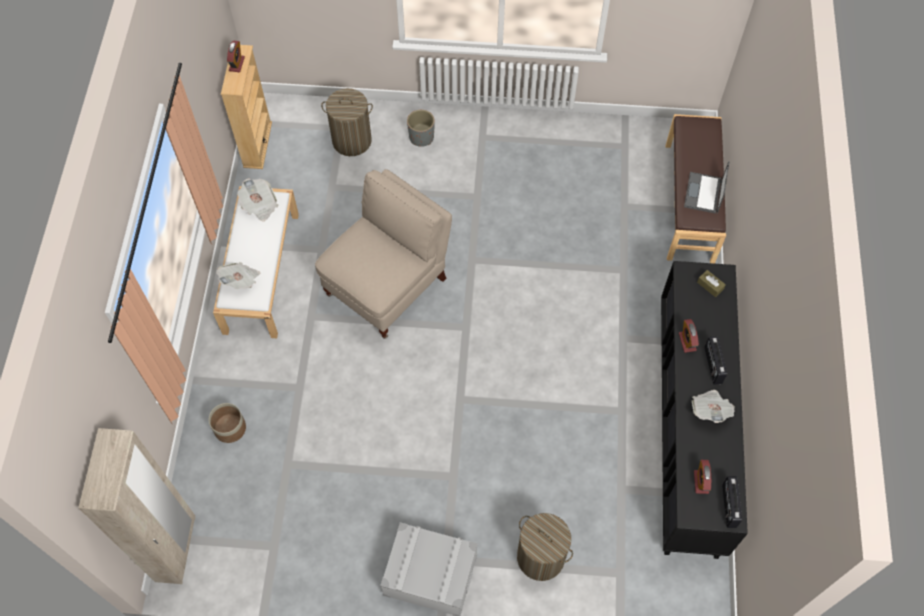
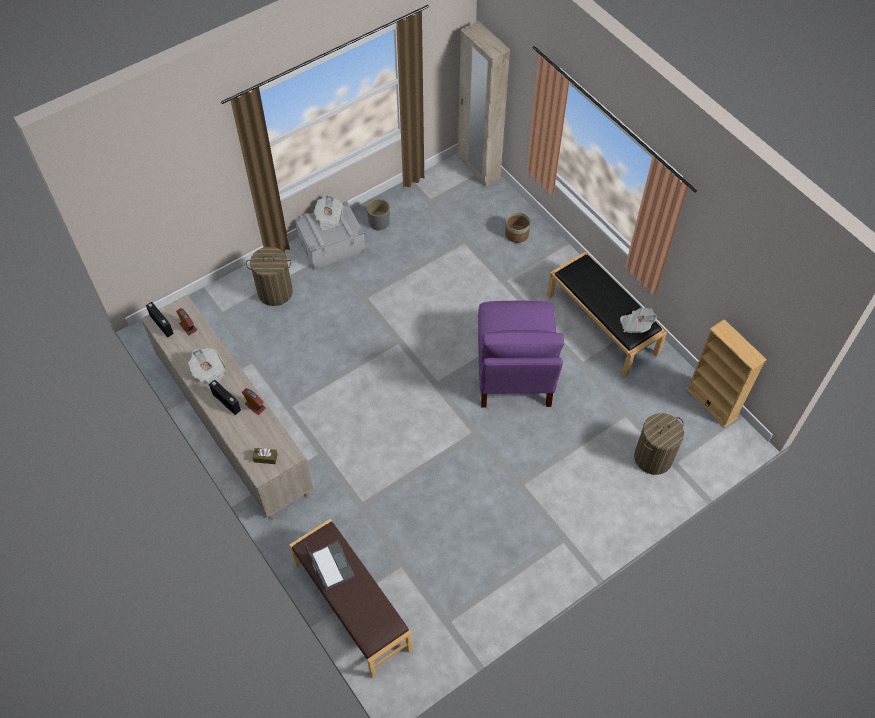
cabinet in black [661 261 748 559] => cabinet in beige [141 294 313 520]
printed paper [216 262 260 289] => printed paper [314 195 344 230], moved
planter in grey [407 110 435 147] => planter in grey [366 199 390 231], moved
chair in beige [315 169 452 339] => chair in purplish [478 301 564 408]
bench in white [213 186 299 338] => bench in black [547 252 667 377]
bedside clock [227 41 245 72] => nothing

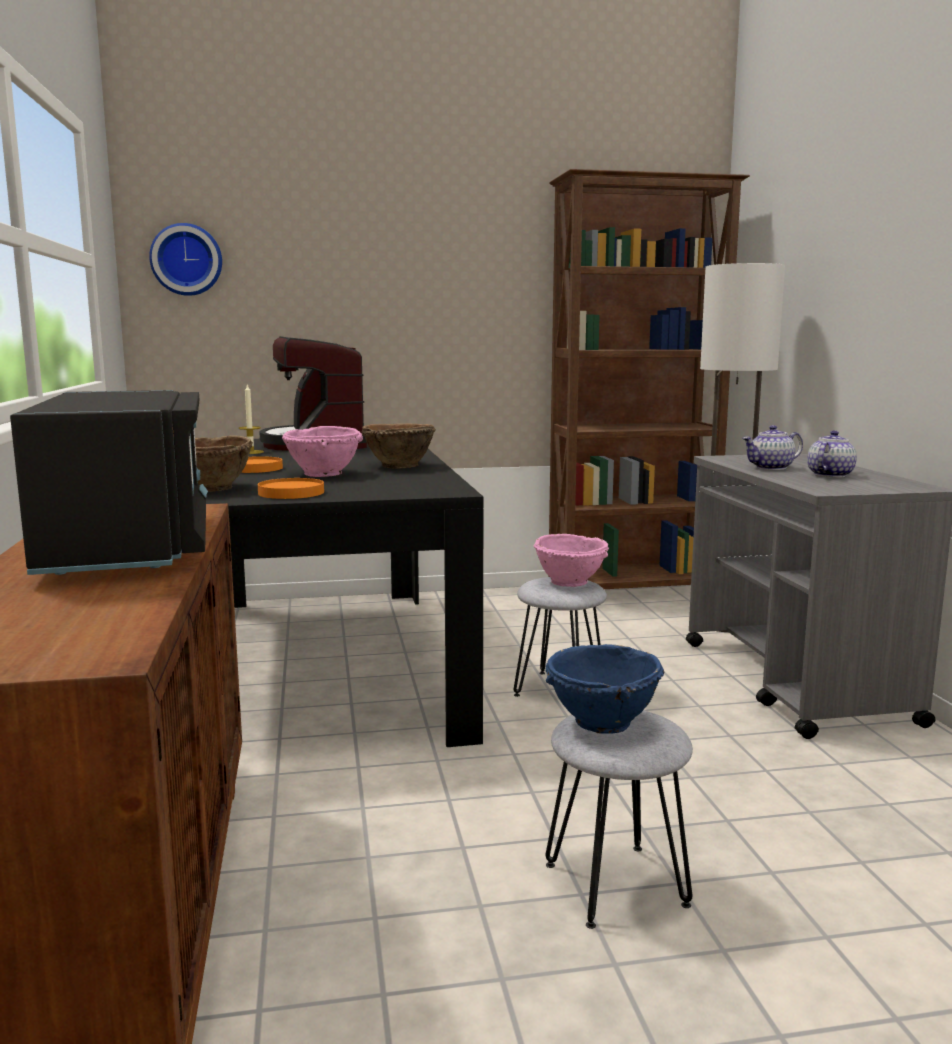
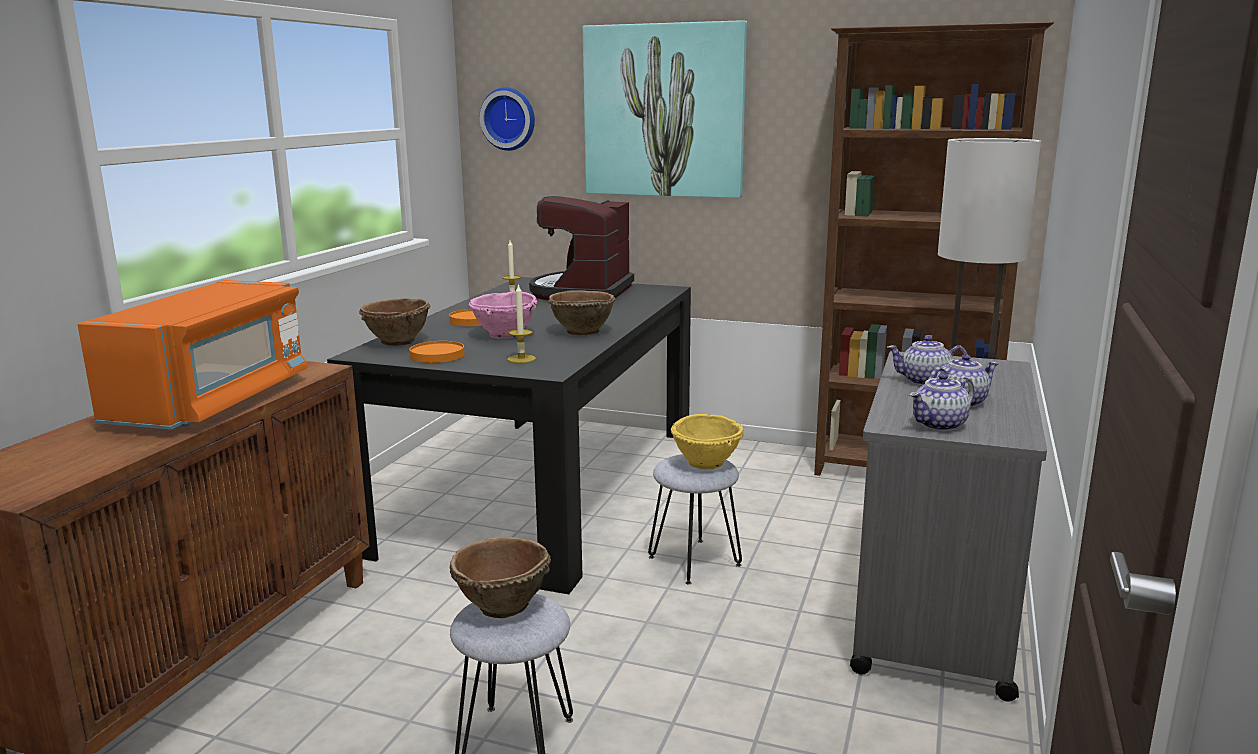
microwave oven in black [10 390 208 575] => microwave oven in orange [77 280 307 430]
bowl in bluish [546 644 665 734] => bowl in brown-coloured [450 537 551 618]
nothing => wax candle [507 283 536 363]
nothing => picture [583 20 747 198]
bowl in pink-coloured [533 534 609 587] => bowl in yellow [671 414 744 470]
nothing => teapot [909 373 974 431]

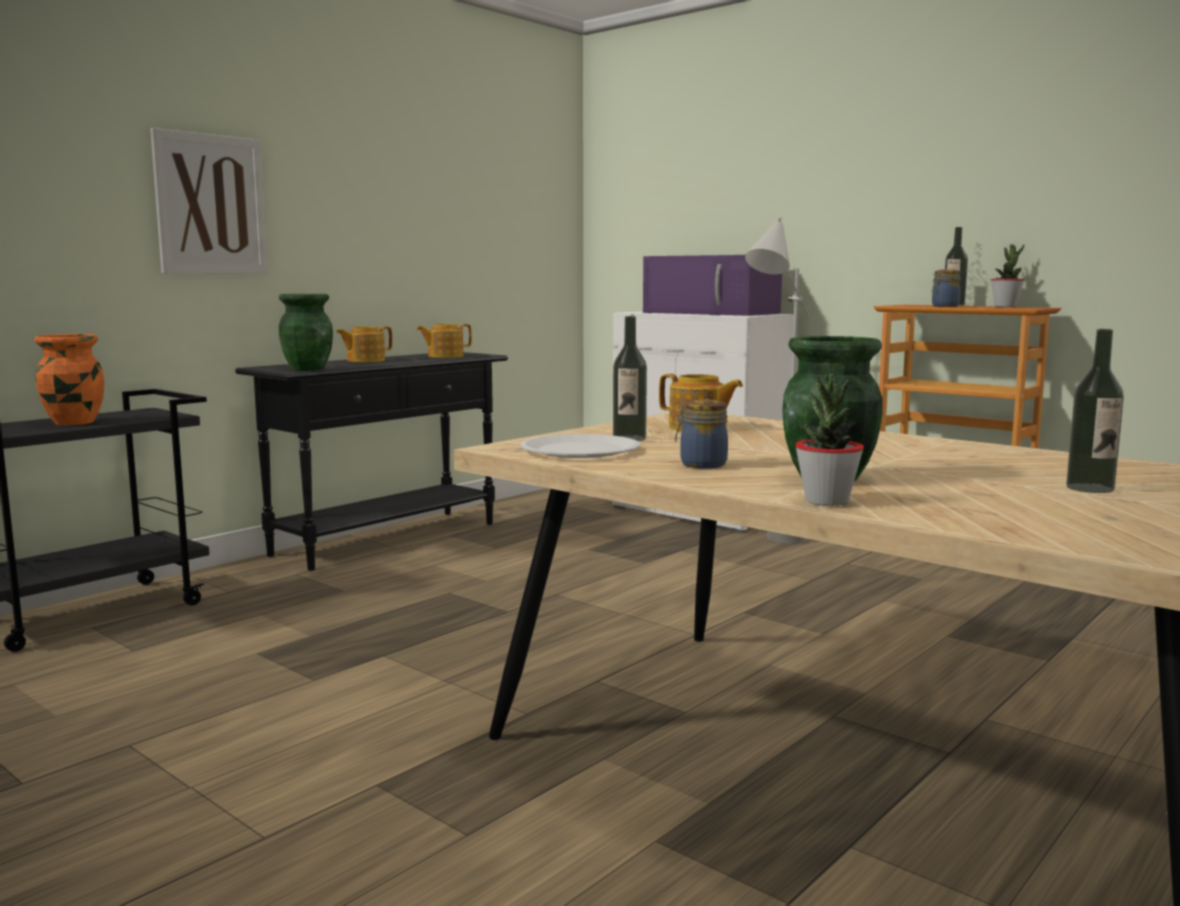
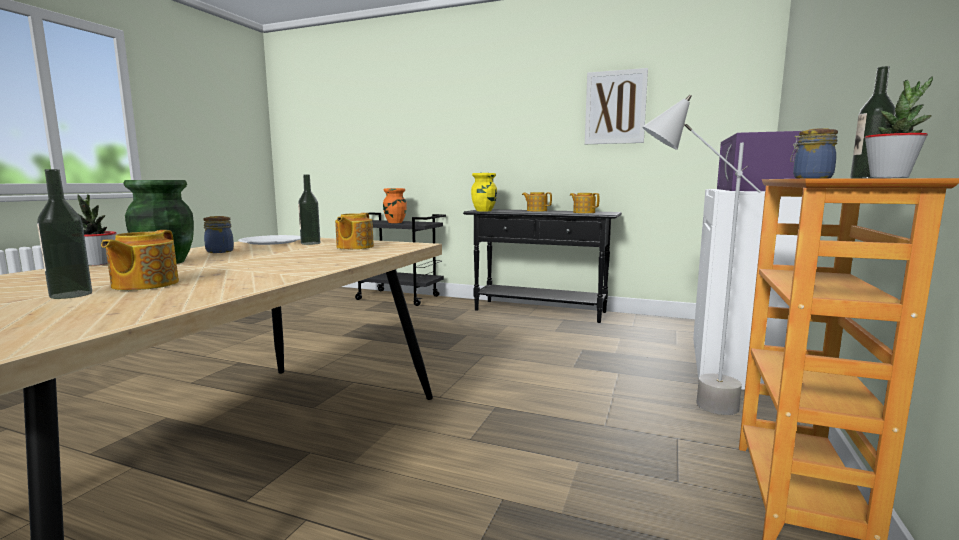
nothing => teapot [101 230 179 290]
vase in green [279 294 333 371] => vase in yellow [471 173 497 211]
picture [150 128 268 273] => picture [585 68 648 144], moved

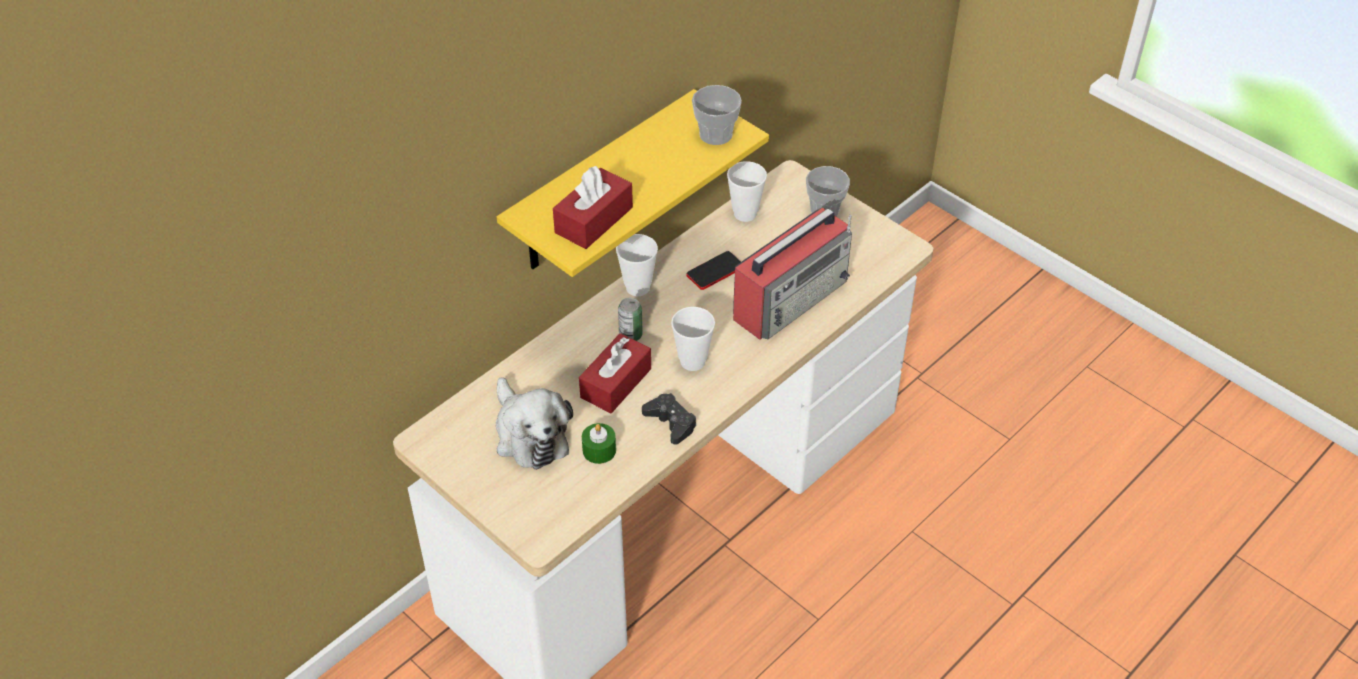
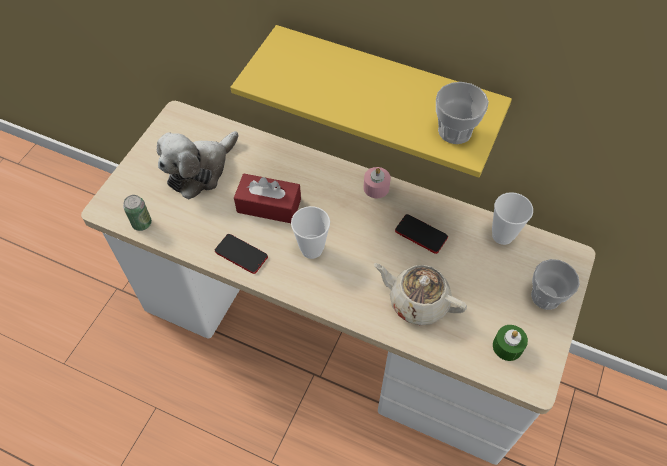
can [618 298 643 341] => can [123 195 152 231], moved
joypad in black [642 393 697 445] => handset [215 234 268 274]
drinking cup [616 234 658 296] => wax candle in pink-coloured [364 167 391 198]
radio set [733 208 852 340] => teapot in beige [374 263 467 326]
wax candle in green [582 423 616 464] => wax candle in green [493 325 528 361], moved
tissue holder in red-coloured [553 166 633 249] => nothing

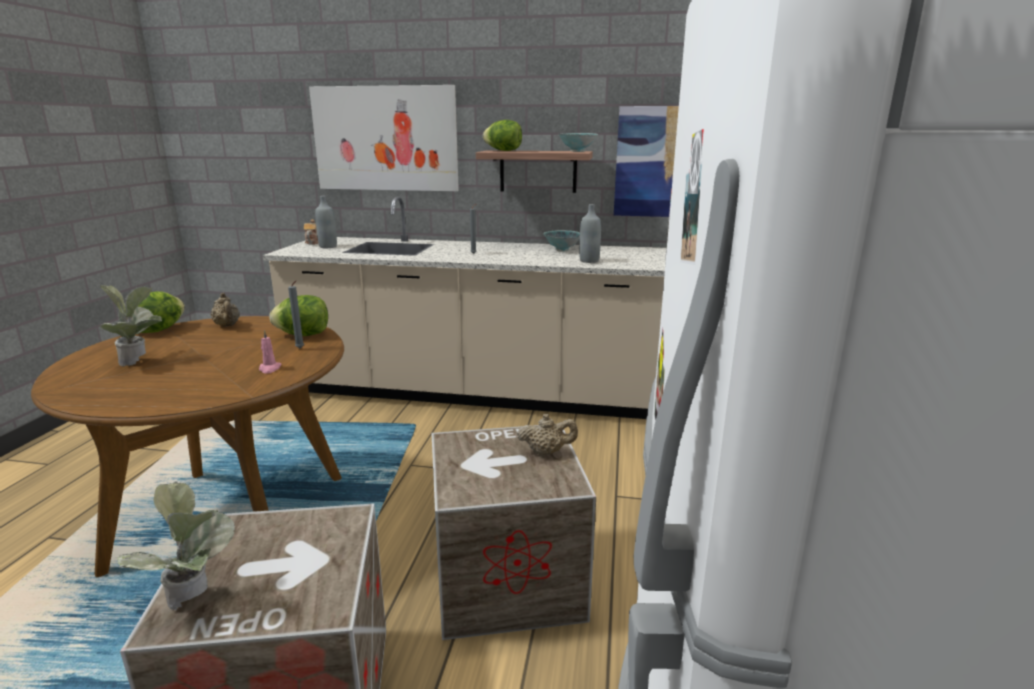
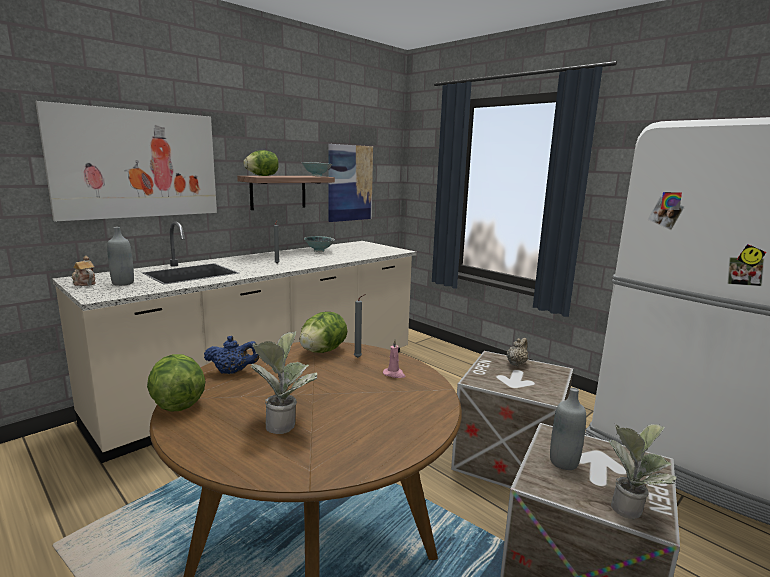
teapot in beige [210 293 240 327] => teapot in bluish [204 336 259 374]
beverage bottle in grey [579 204 601 263] => beverage bottle in grey [550 388 586 470], moved

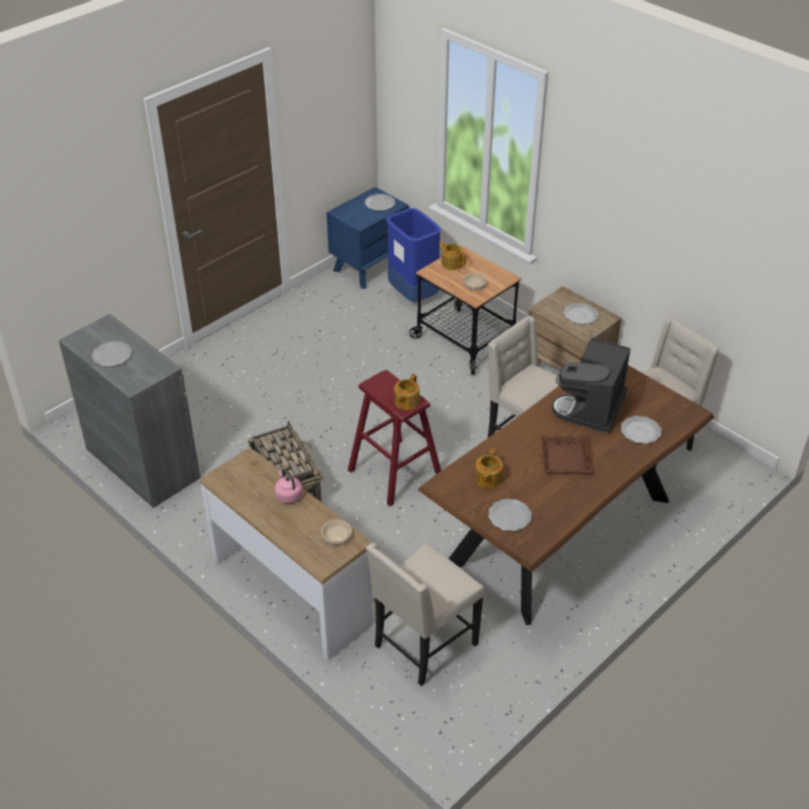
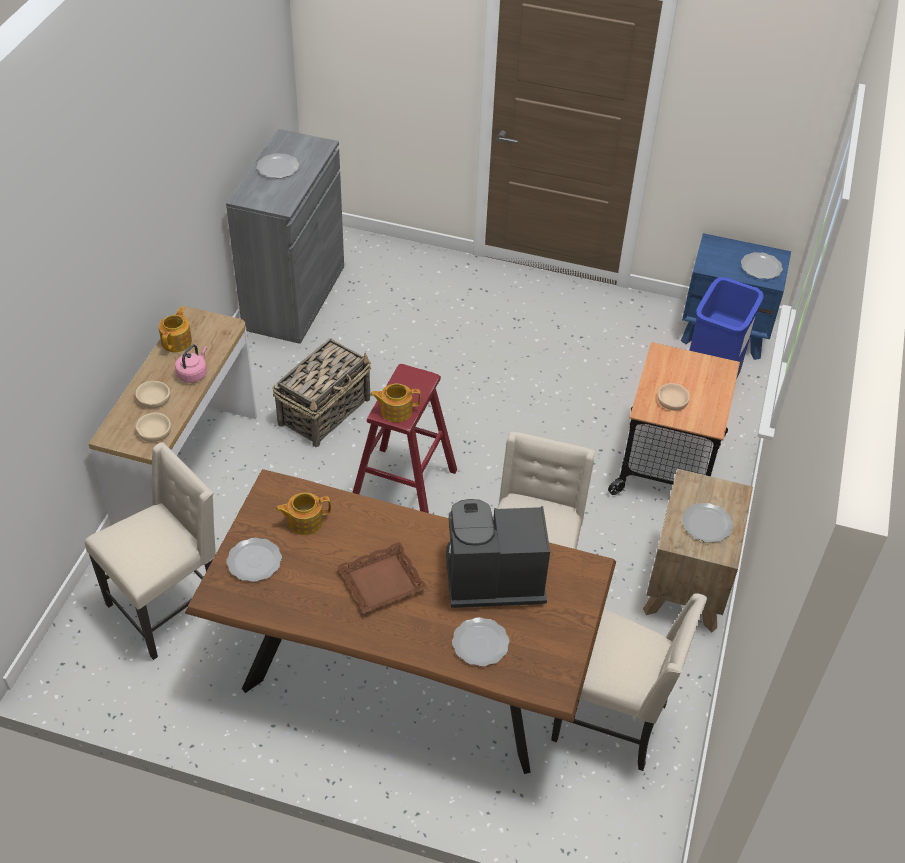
chair in beige [366 543 485 686] => chair in beige [85 442 216 660], 120 degrees clockwise
nothing => bowl in beige [135 381 170 408]
teapot [439 242 466 270] => teapot [159 307 192 352], moved

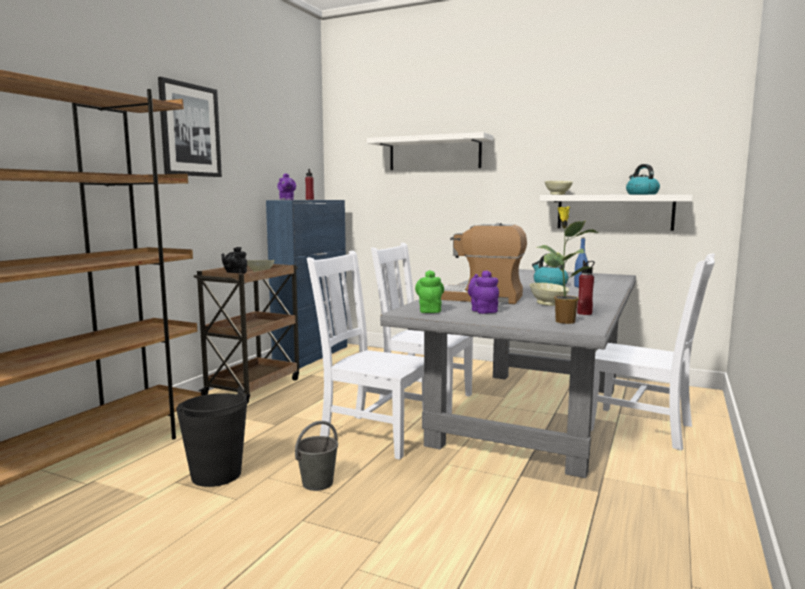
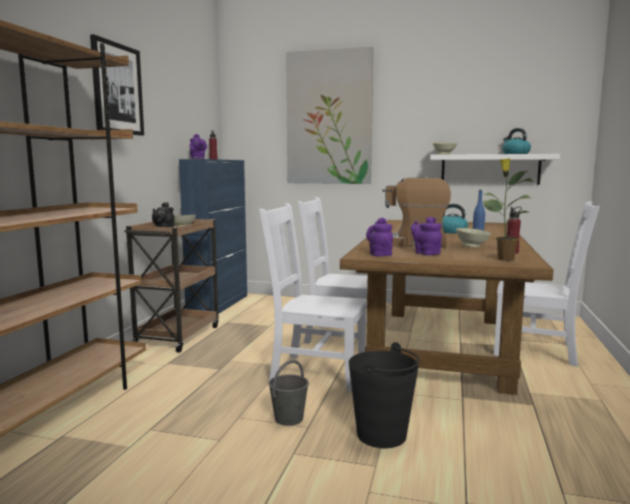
shelf in white [367 132 493 170] => picture [286 47 374 184]
dinner table in grey [380 269 636 478] => dinner table in brown-coloured [340 220 554 395]
water bucket in black [176 386 247 487] => water bucket in black [349 342 420 448], moved
teapot in green [415 270 444 313] => teapot in purplish [366 218 393 256]

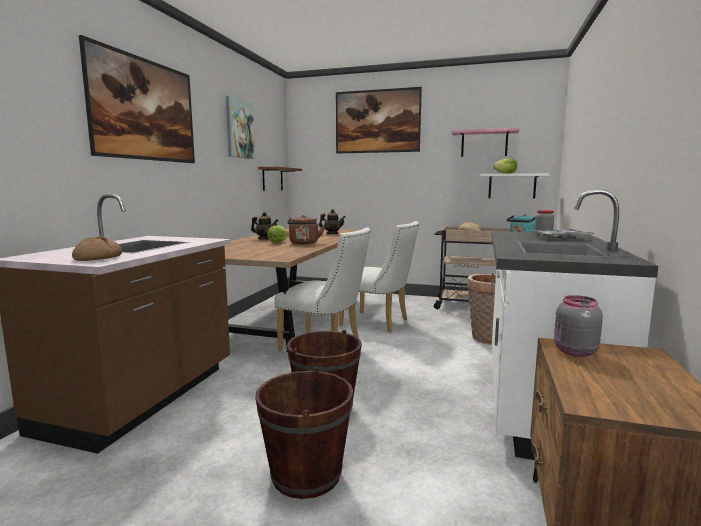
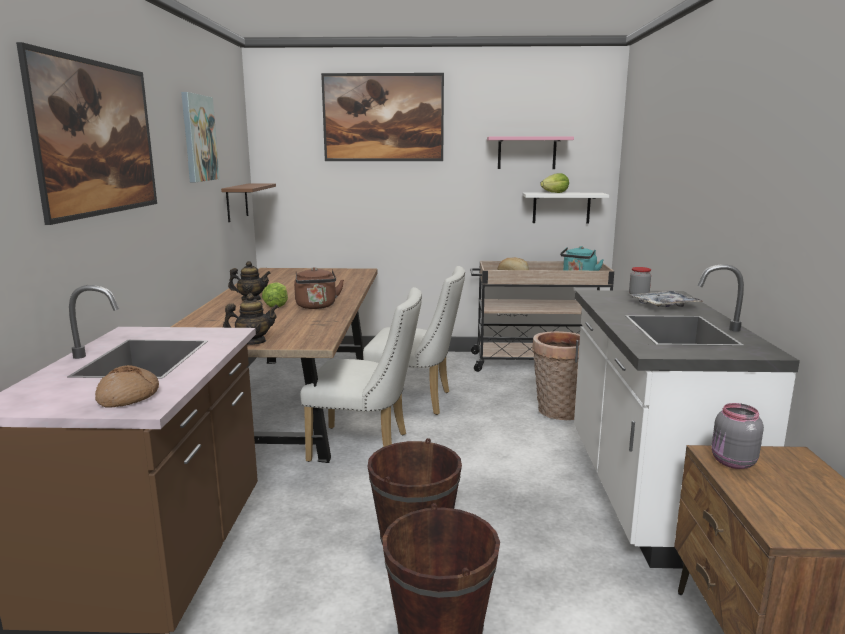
teapot [319 209 345 234] => teapot [223 293 279 345], moved

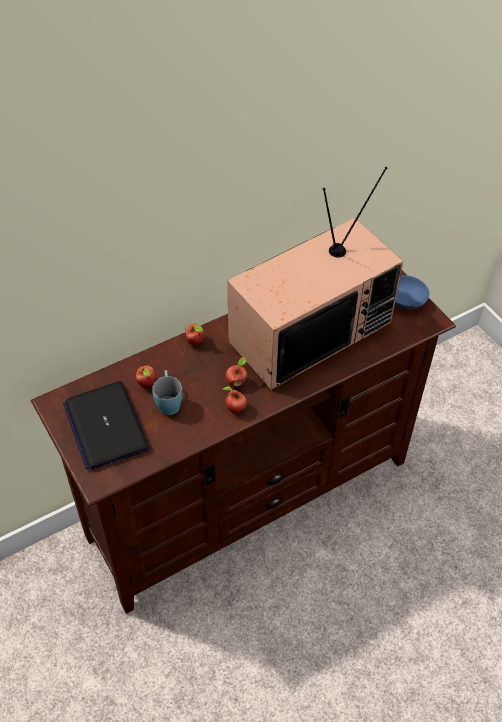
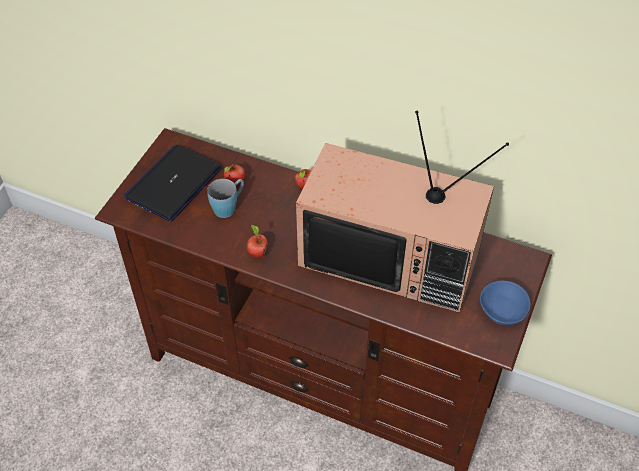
apple fruit [226 357 247 387] => nothing

